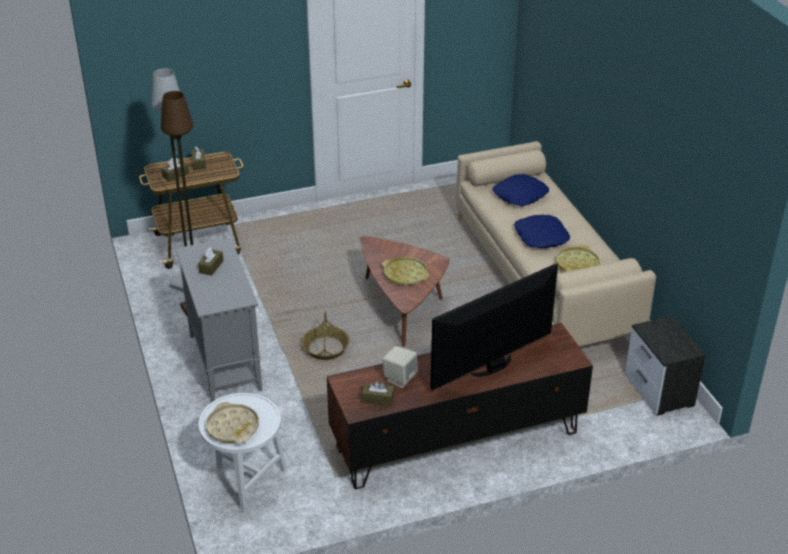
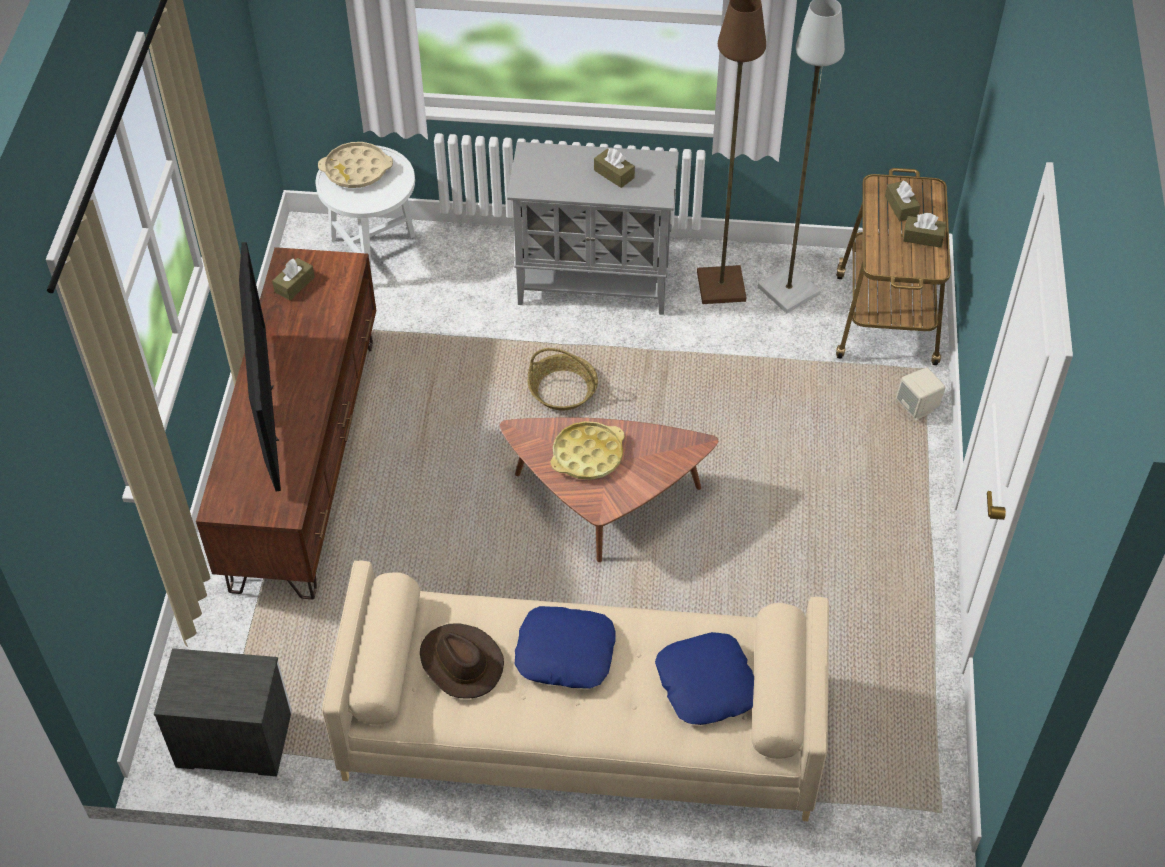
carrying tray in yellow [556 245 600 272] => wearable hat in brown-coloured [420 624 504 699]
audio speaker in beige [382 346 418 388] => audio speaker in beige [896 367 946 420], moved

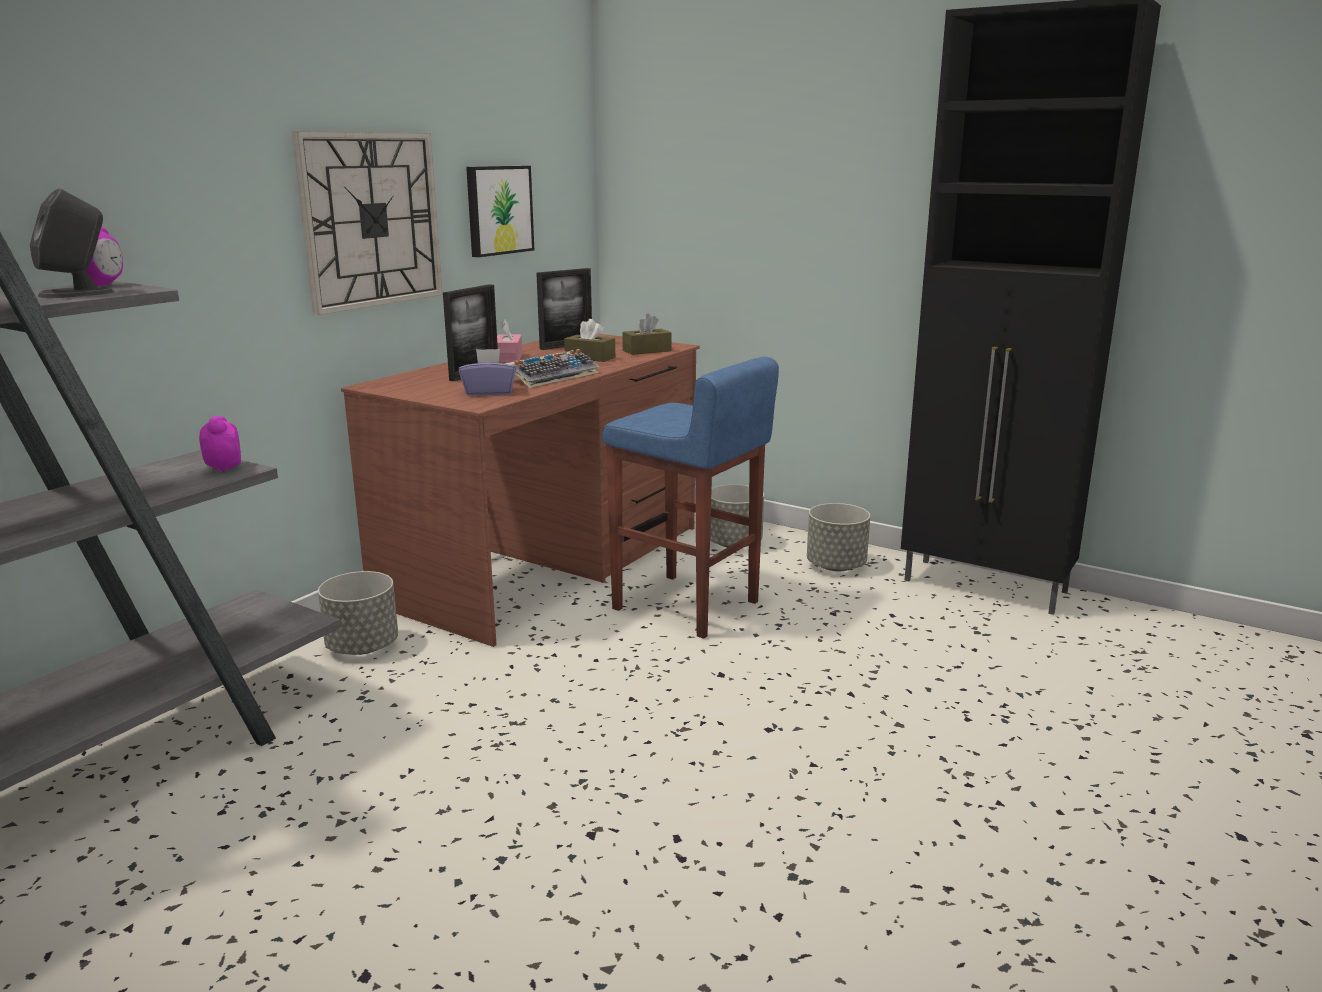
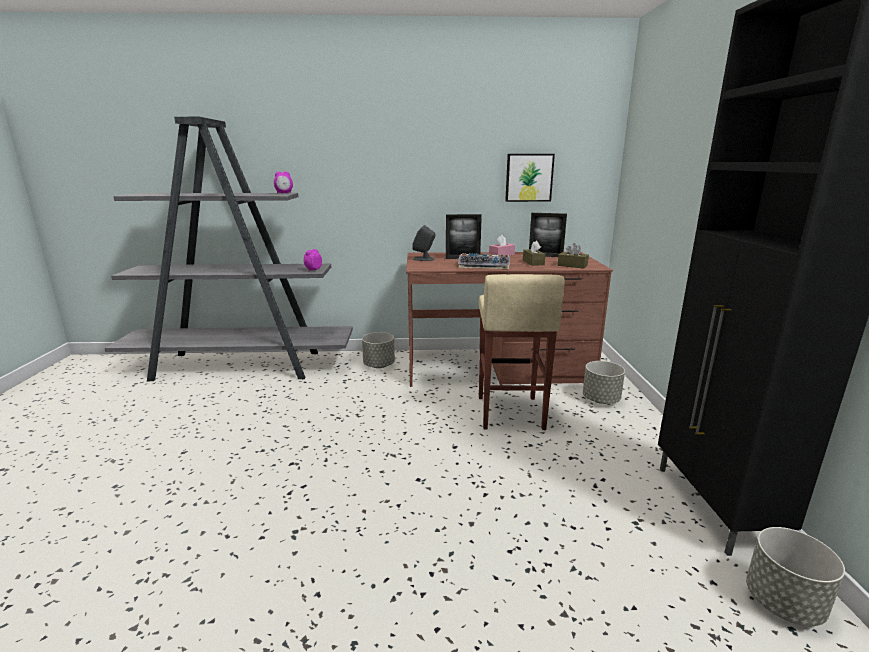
audio speaker in grey [30 188 114 298] => audio speaker in grey [412 225 436 261], moved
sitting stool in bluish [602 357 779 639] => sitting stool in beige [479 274 565 430]
planter in grey [807 503 870 572] => planter in grey [746 527 845 626], moved
clock on the wall [292 131 443 315] => nothing
tissue holder in purplish [459 349 517 396] => nothing

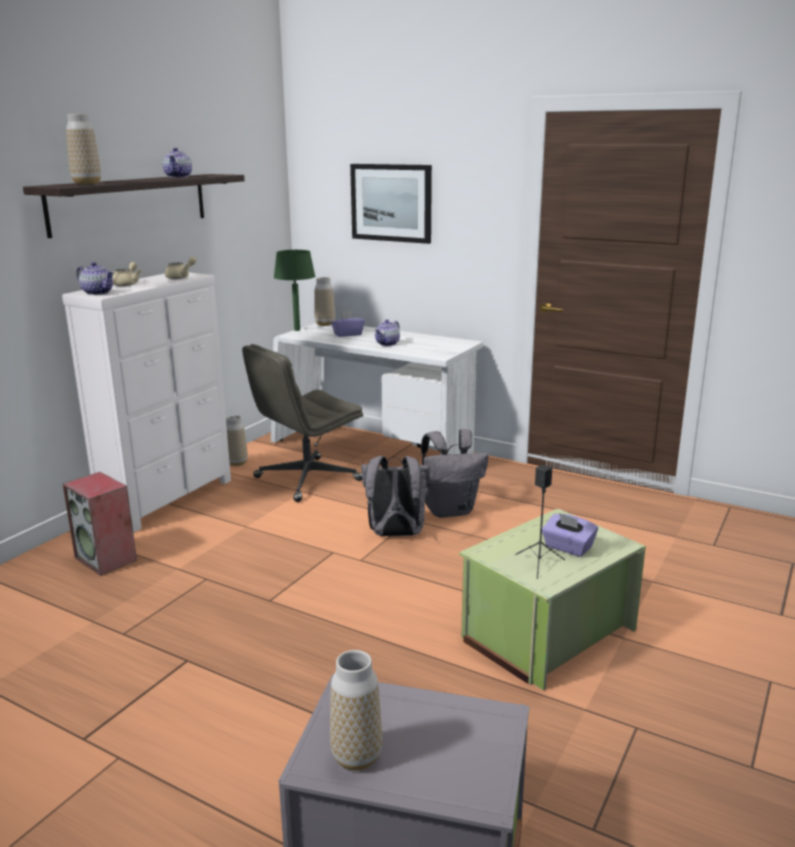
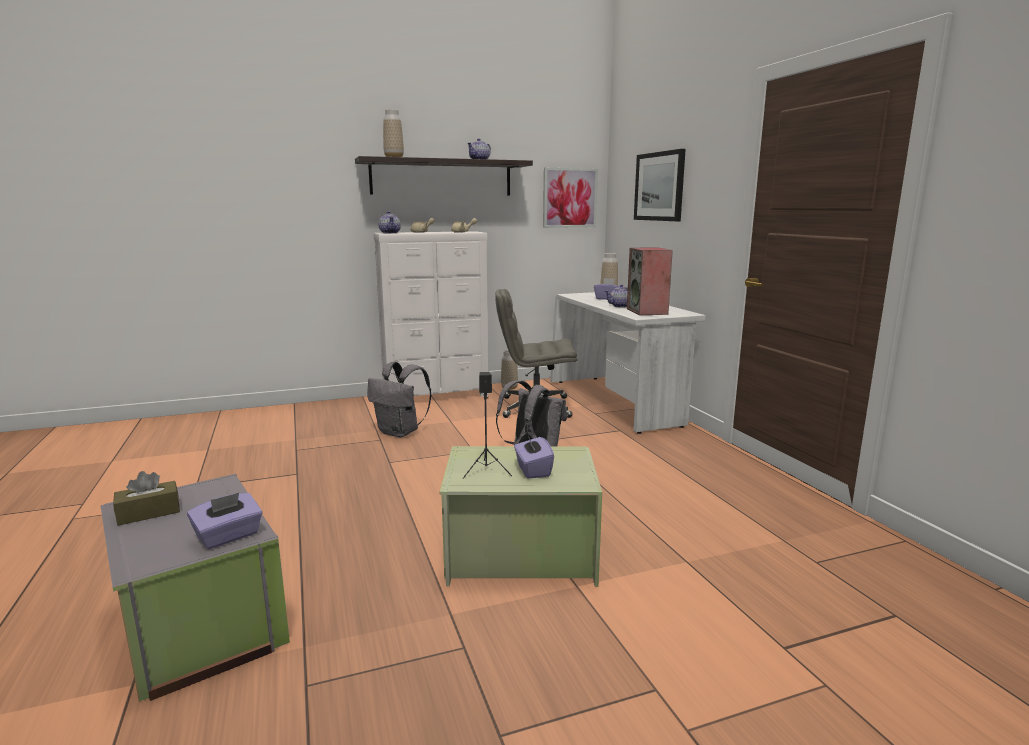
vase [330 650 382 771] => tissue holder in brown-coloured [113 471 180 526]
nothing => tissue holder in purplish [187 493 263 550]
rucksack in grey [421 429 488 518] => rucksack in grey [367 362 431 437], moved
nothing => picture [543 168 598 228]
audio speaker [62 472 137 576] => audio speaker [627 247 673 315], moved
table lamp in green [274 250 315 331] => nothing

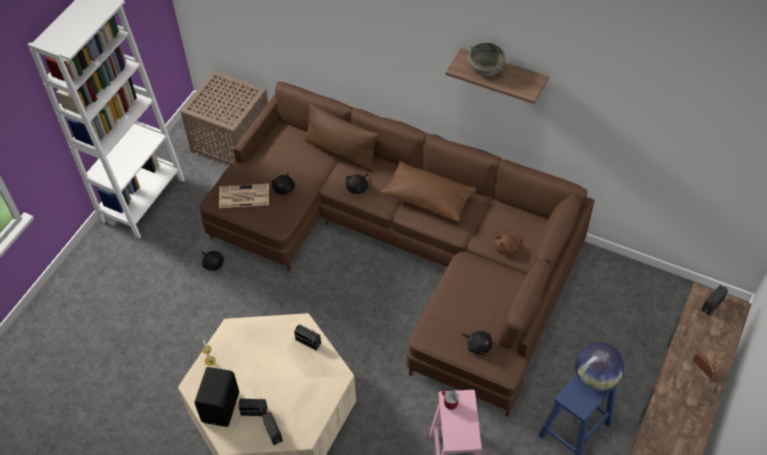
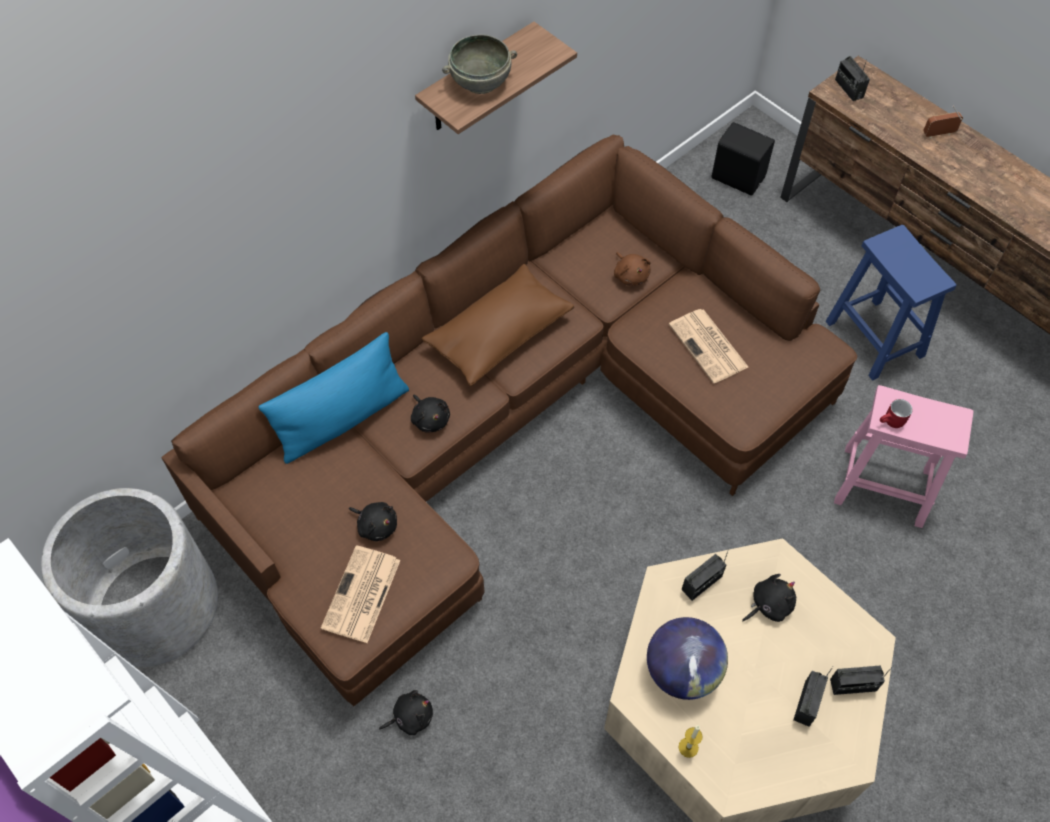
side table in brown-coloured [180 71 268 165] => planter in grey [41 488 218 667]
cushion in brown-coloured [304 103 379 172] => cushion in bluish [259 332 409 464]
globe [575 342 624 391] => globe [647 617 728 700], moved
nothing => printed paper [669 309 748 383]
audio speaker in black [194 367 239 427] => audio speaker in black [711 122 775 196], moved
plush toy in black [461 331 492 355] => plush toy in black [742 574 796 622], moved

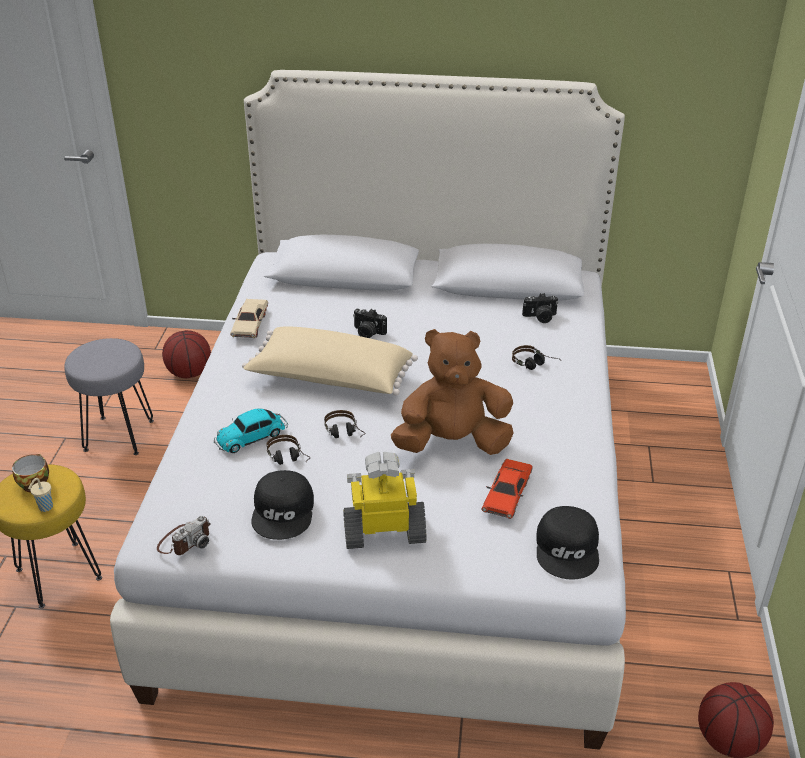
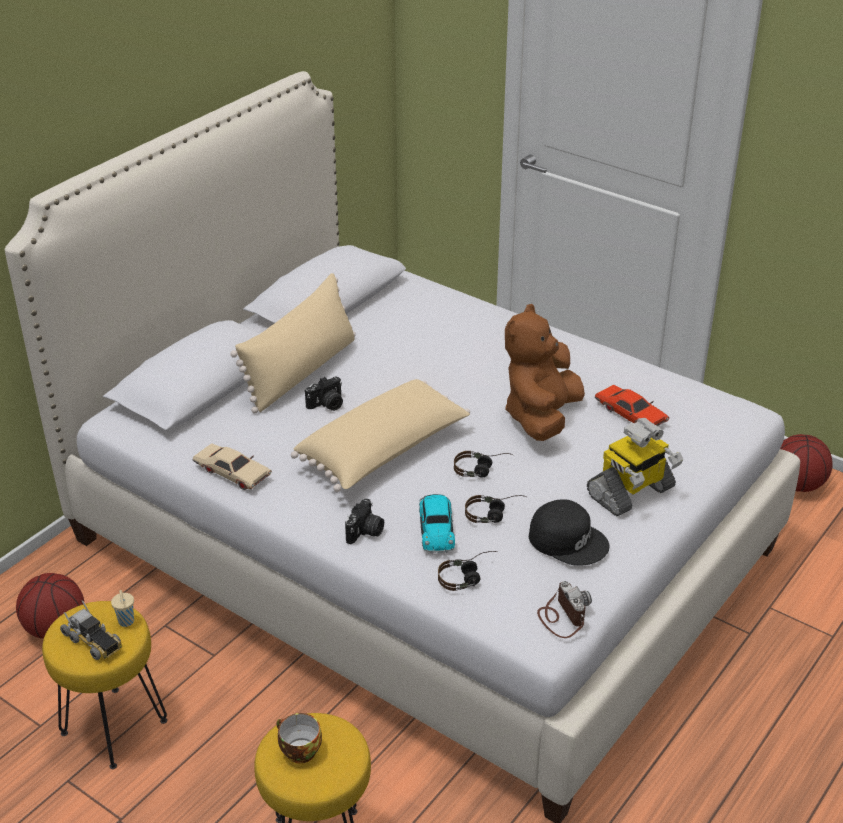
sitting stool in grey [64 338 154 455] => sitting stool in yellow [42 601 167 769]
nothing => model truck [60 600 122 660]
drinking cup in beige [28 478 53 512] => drinking cup in beige [111 590 134 627], moved
nothing => cushion in beige [230 273 356 414]
still camera [522 293 558 323] => still camera [345 498 384 544], moved
headset [512 345 561 370] => headset [438 551 498 591], moved
model robot [343 452 427 549] => model robot [587 418 683 516], 150 degrees counterclockwise
cap in black [536 506 599 580] => nothing

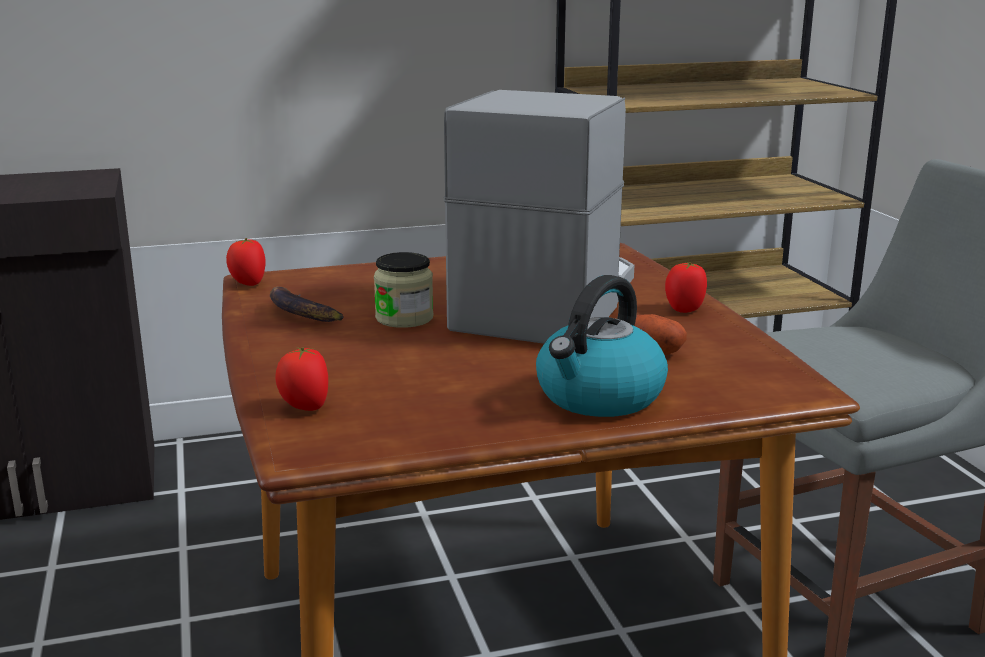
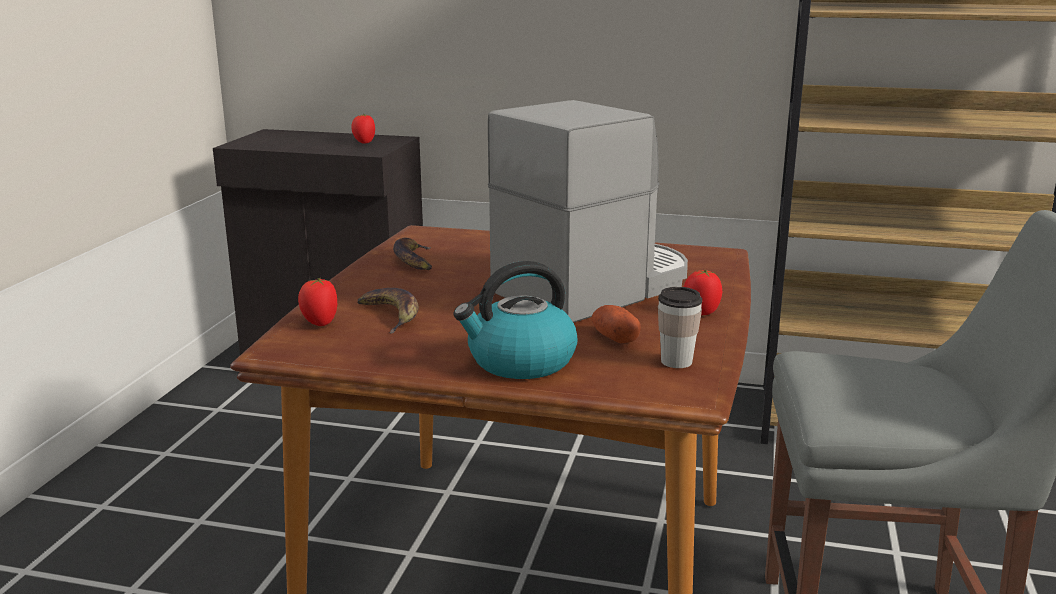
whole tomato [226 238 265 286] => whole tomato [351 114 375 144], moved
nothing => whole banana [357 288 419 333]
nothing => drinking cup [658 287 702 368]
preserve jar [374 252 434 328] => nothing

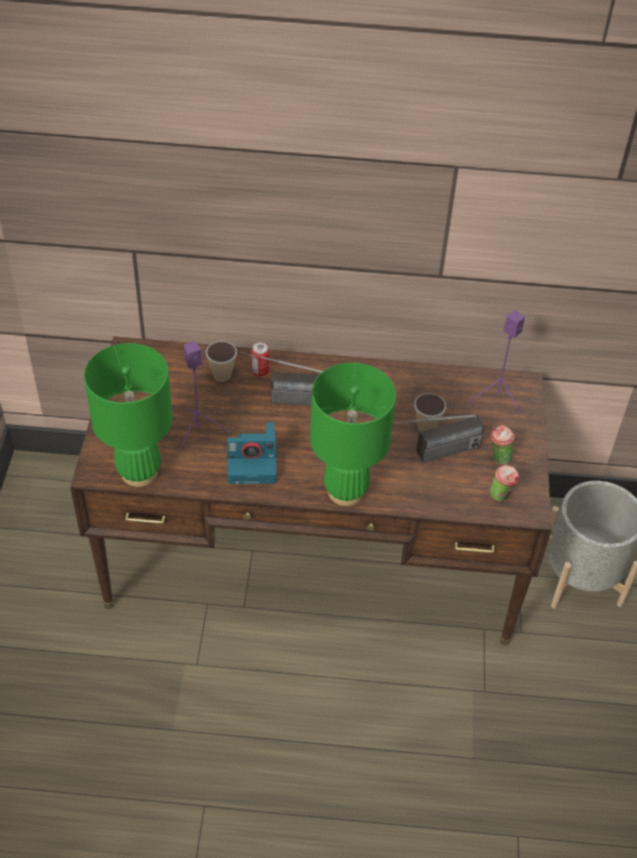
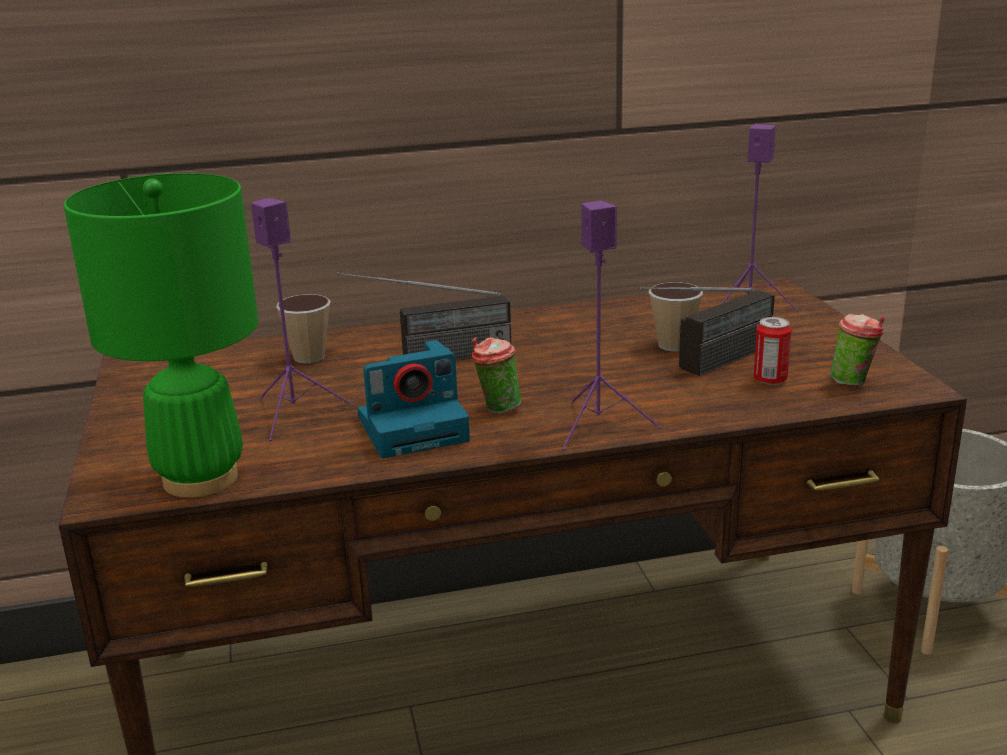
drinking cup [490 425 515 464] => drinking cup [471 337 521 414], moved
table lamp in green [310 363 396 506] => audio speaker in purplish [562 201 661 450]
can [251 343 269 377] => can [754 317 791 385], moved

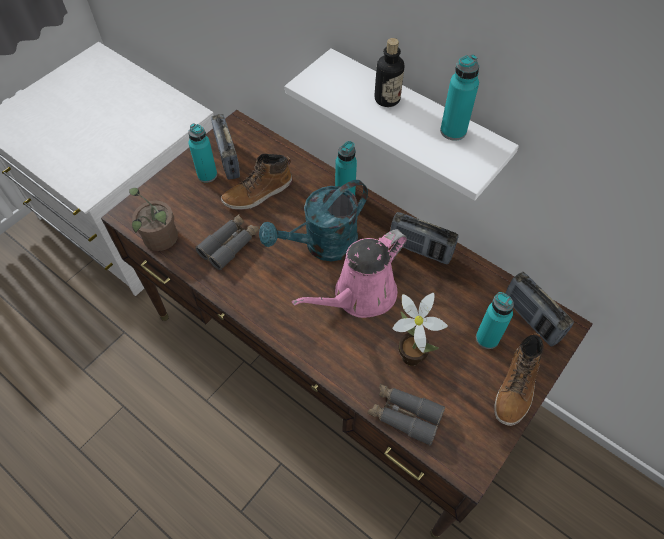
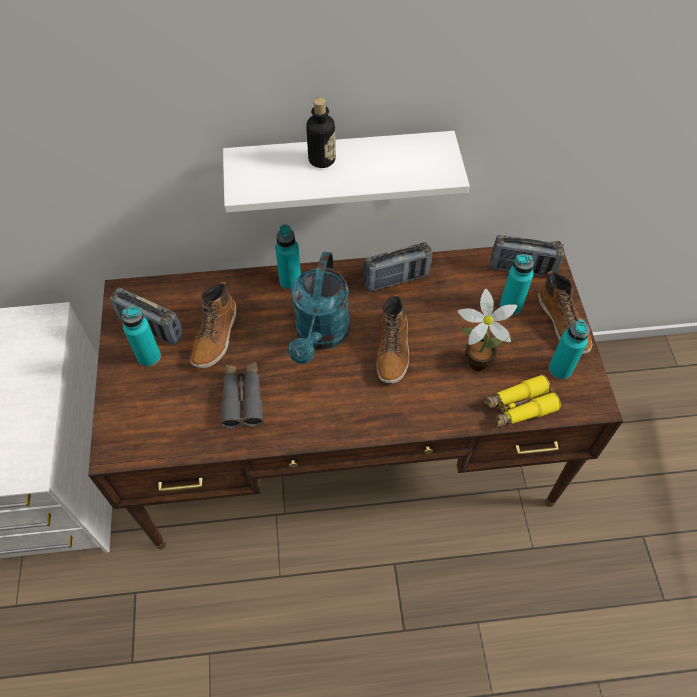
watering pot in pink-coloured [292 229 407 318] => tall boot [377 295 409 384]
binoculars in grey [367 384 445 446] => binoculars in yellow [483 374 561 427]
beverage bottle in blue-green [440 54 479 141] => beverage bottle in blue-green [548 319 590 380], moved
potted plant [129 188 178 251] => nothing

